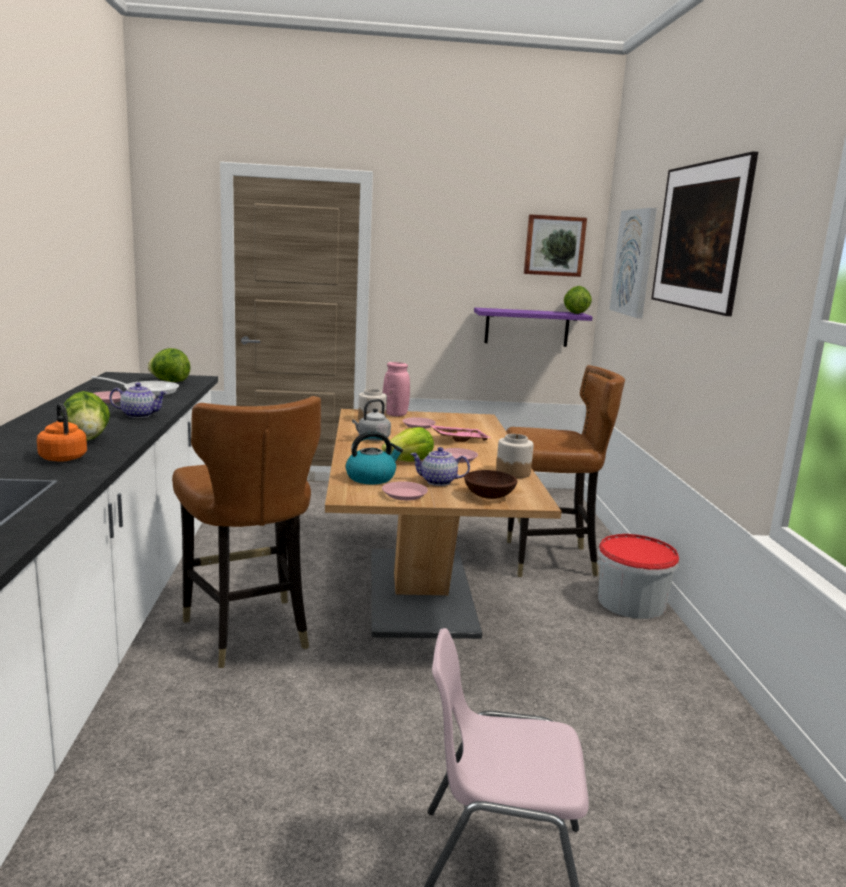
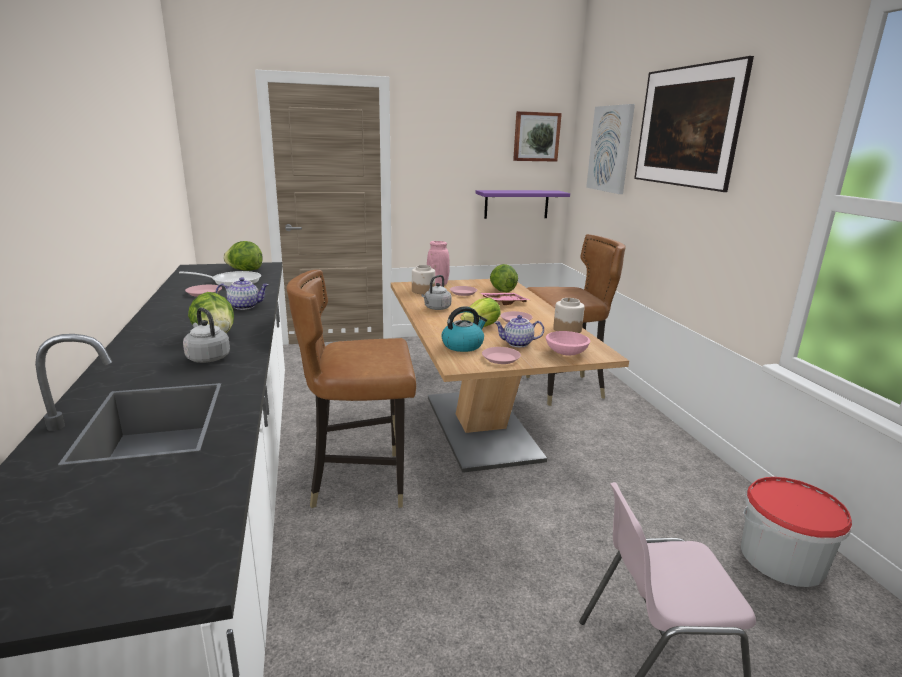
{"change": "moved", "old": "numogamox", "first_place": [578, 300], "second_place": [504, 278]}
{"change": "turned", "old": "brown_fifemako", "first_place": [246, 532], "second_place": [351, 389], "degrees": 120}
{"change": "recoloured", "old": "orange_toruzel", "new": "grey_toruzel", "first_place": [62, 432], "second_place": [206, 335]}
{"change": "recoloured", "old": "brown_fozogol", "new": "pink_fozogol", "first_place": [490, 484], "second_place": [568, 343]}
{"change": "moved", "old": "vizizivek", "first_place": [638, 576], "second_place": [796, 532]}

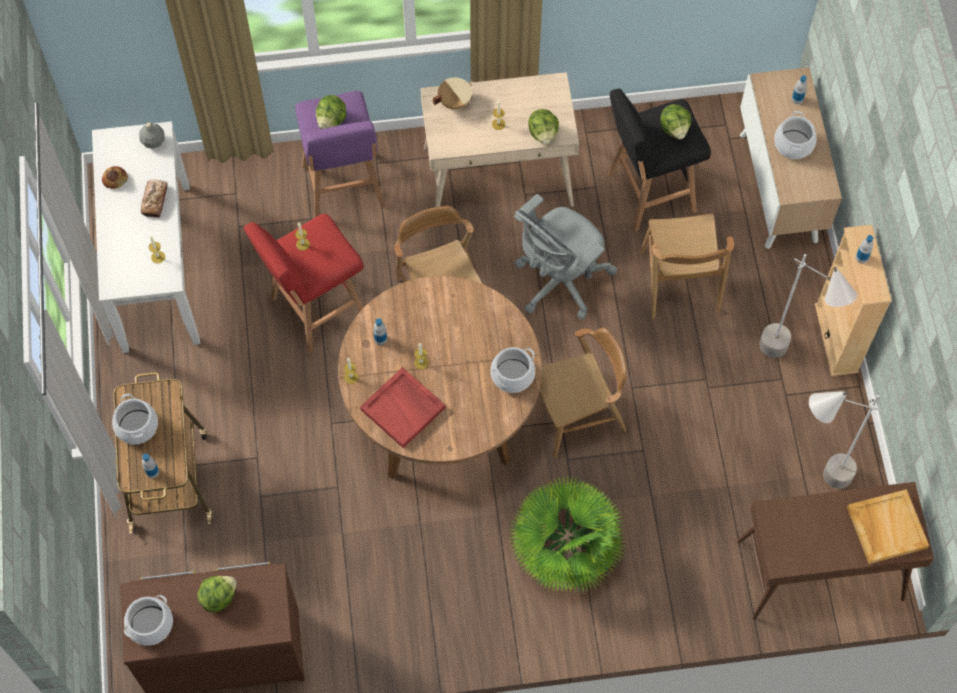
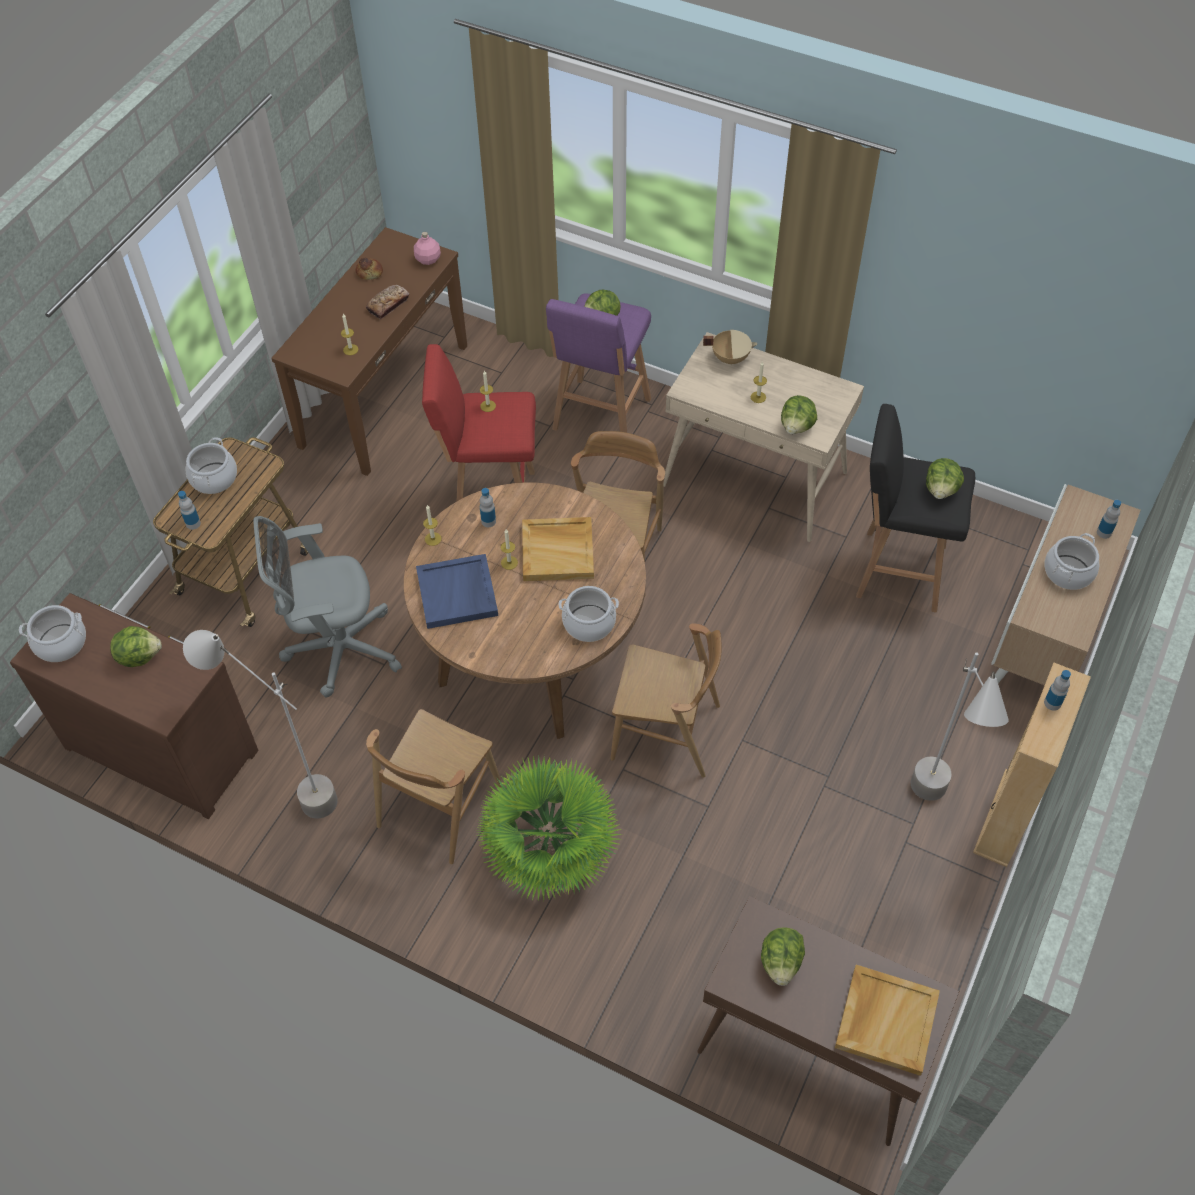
{"change": "recoloured", "old": "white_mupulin", "new": "brown_mupulin", "first_place": [146, 237], "second_place": [369, 351]}
{"change": "recoloured", "old": "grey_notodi", "new": "pink_notodi", "first_place": [152, 135], "second_place": [427, 248]}
{"change": "moved", "old": "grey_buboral", "first_place": [565, 257], "second_place": [328, 607]}
{"change": "moved", "old": "brown_fifemako", "first_place": [687, 266], "second_place": [434, 786]}
{"change": "recoloured", "old": "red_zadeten", "new": "blue_zadeten", "first_place": [402, 407], "second_place": [457, 591]}
{"change": "moved", "old": "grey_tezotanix", "first_place": [848, 440], "second_place": [260, 724]}
{"change": "added", "new": "beige_zadeten", "second_place": [558, 549]}
{"change": "added", "new": "numogamox", "second_place": [783, 956]}

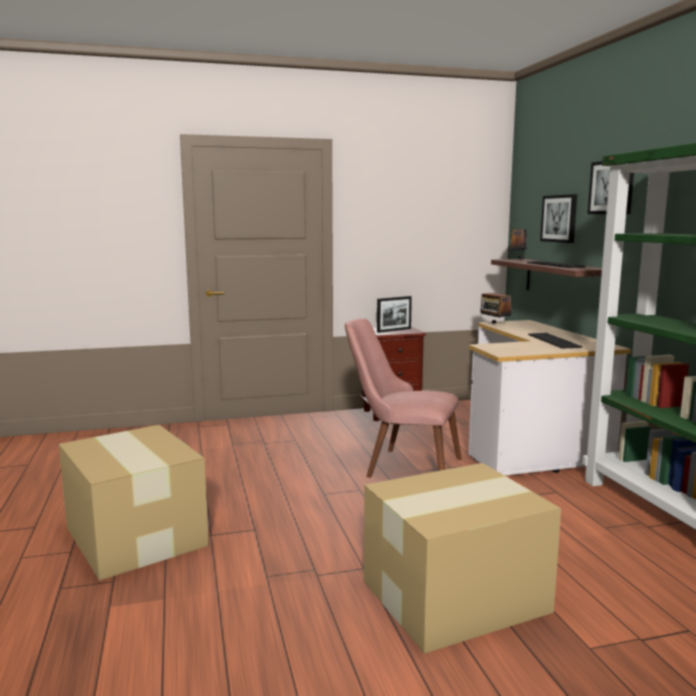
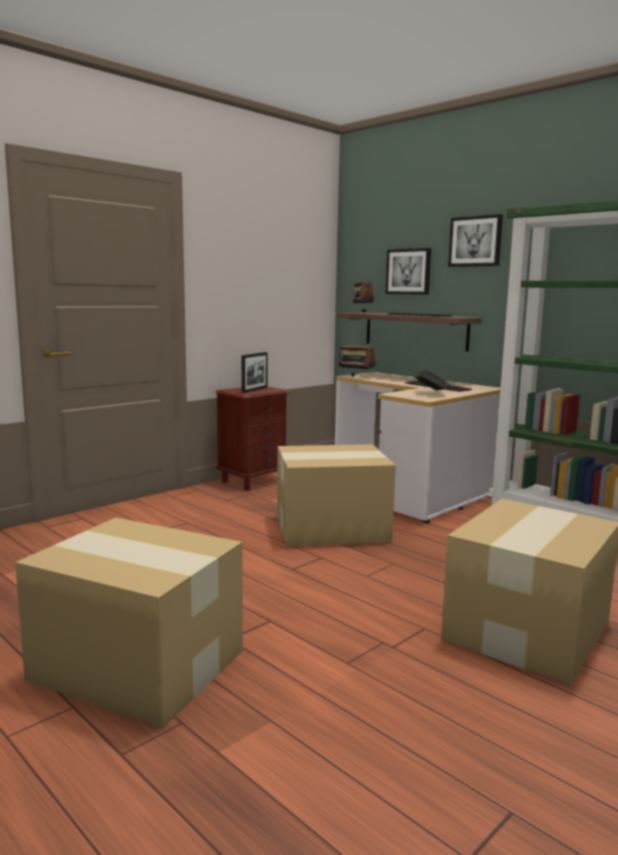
{"change": "replaced", "old": "pink_fifemako", "new": "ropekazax", "first_place": [403, 398], "second_place": [336, 495]}
{"change": "added", "new": "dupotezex", "second_place": [432, 380]}

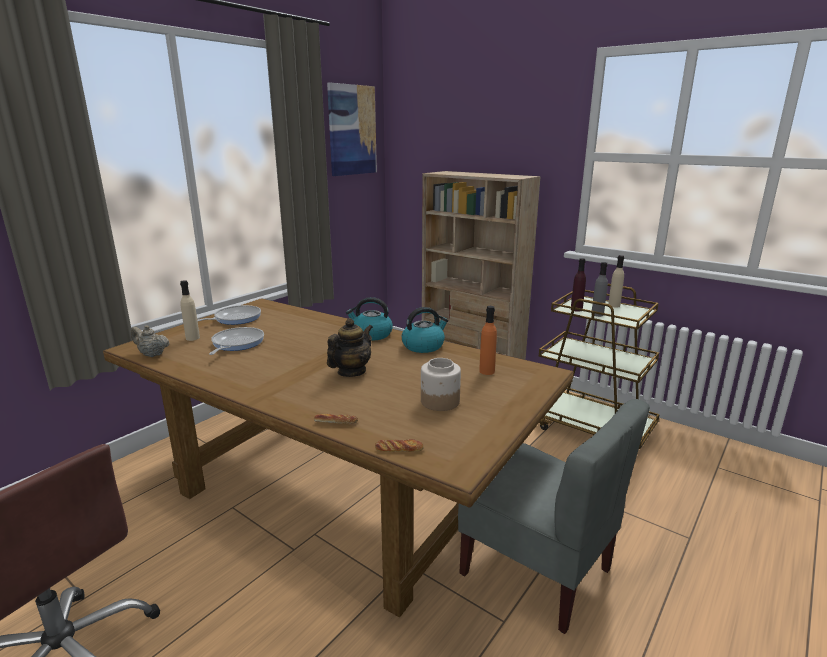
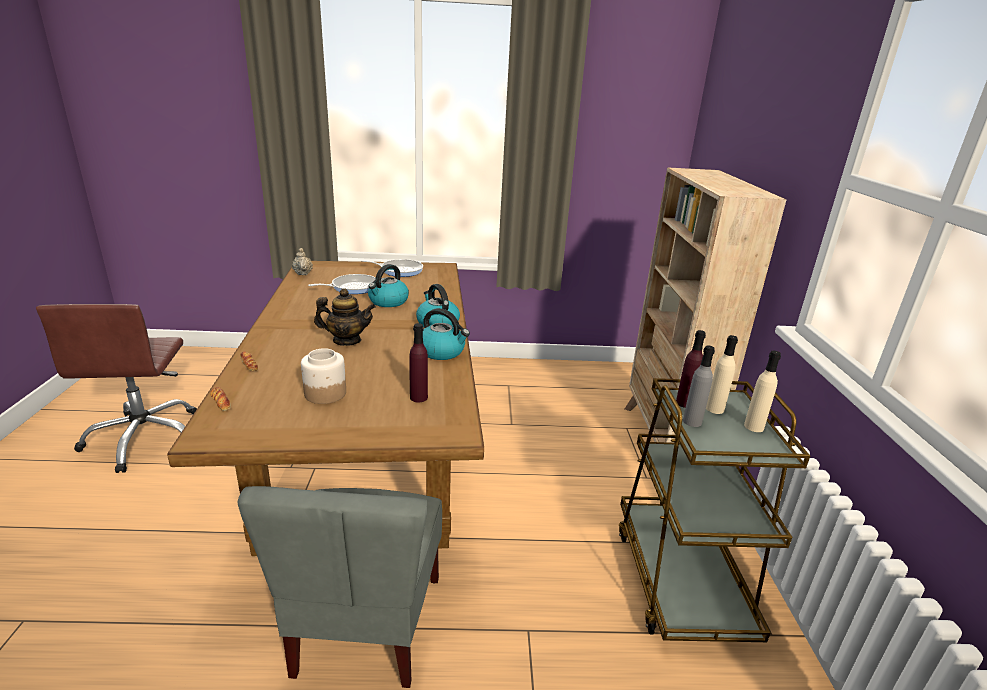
{"change": "removed", "old": "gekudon", "first_place": [352, 129]}
{"change": "moved", "old": "beige_notodi", "first_place": [190, 310], "second_place": [722, 374]}
{"change": "recoloured", "old": "orange_notodi", "new": "purple_notodi", "first_place": [488, 340], "second_place": [418, 362]}
{"change": "added", "new": "toruzel", "second_place": [388, 285]}

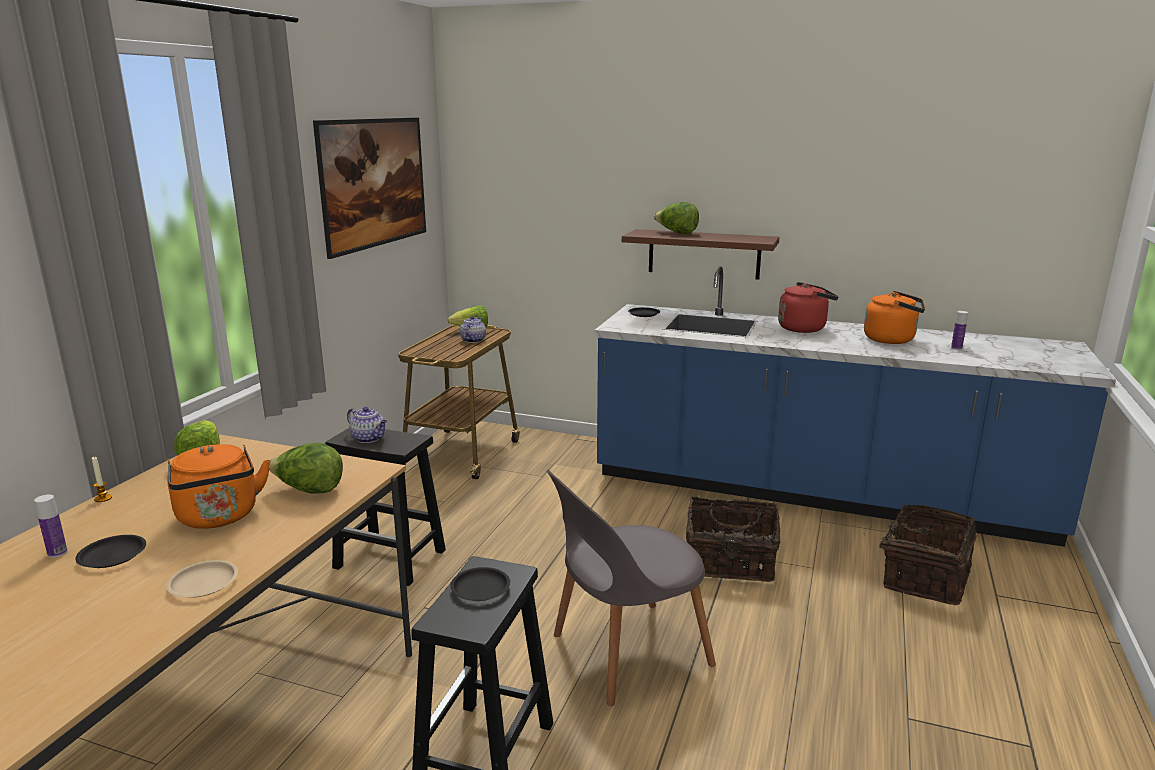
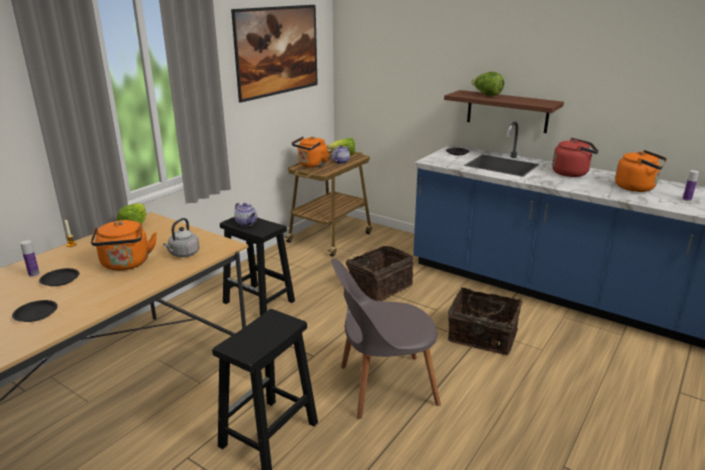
{"change": "replaced", "old": "numogamox", "new": "grey_toruzel", "first_place": [306, 468], "second_place": [181, 237]}
{"change": "moved", "old": "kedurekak", "first_place": [923, 555], "second_place": [379, 273]}
{"change": "removed", "old": "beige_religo", "first_place": [202, 579]}
{"change": "moved", "old": "black_religo", "first_place": [480, 584], "second_place": [35, 311]}
{"change": "added", "new": "orange_toruzel", "second_place": [310, 152]}

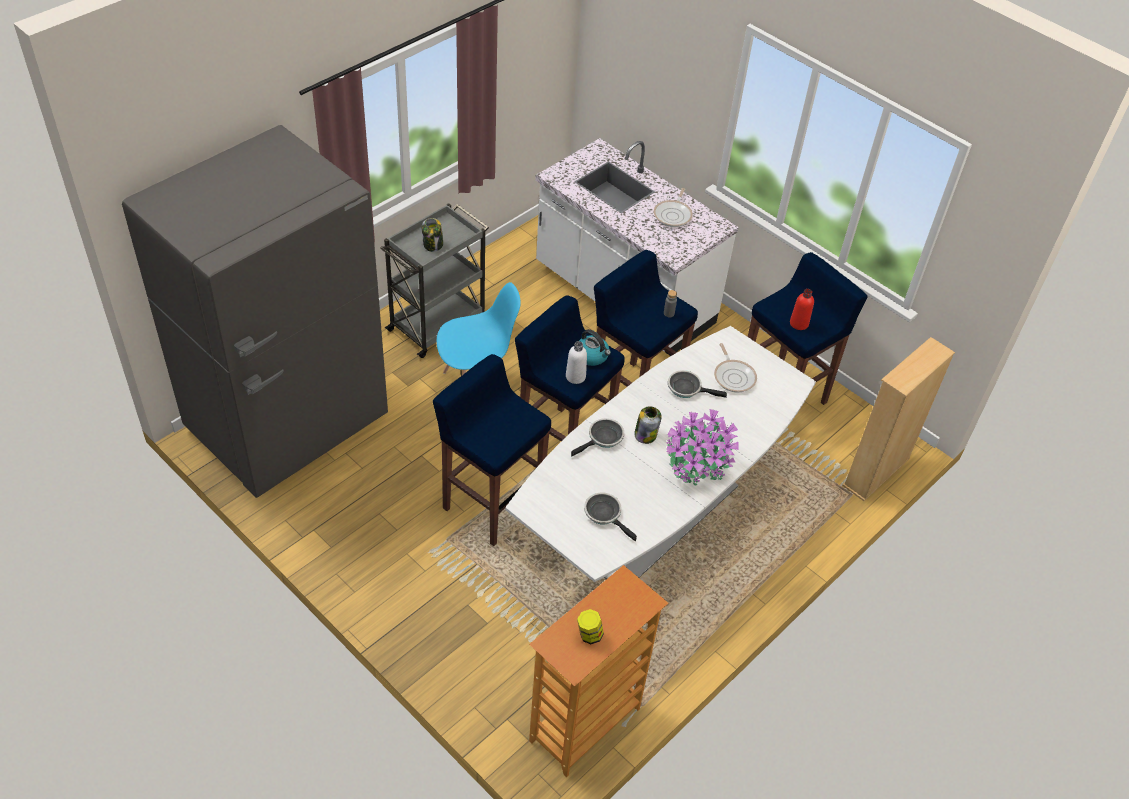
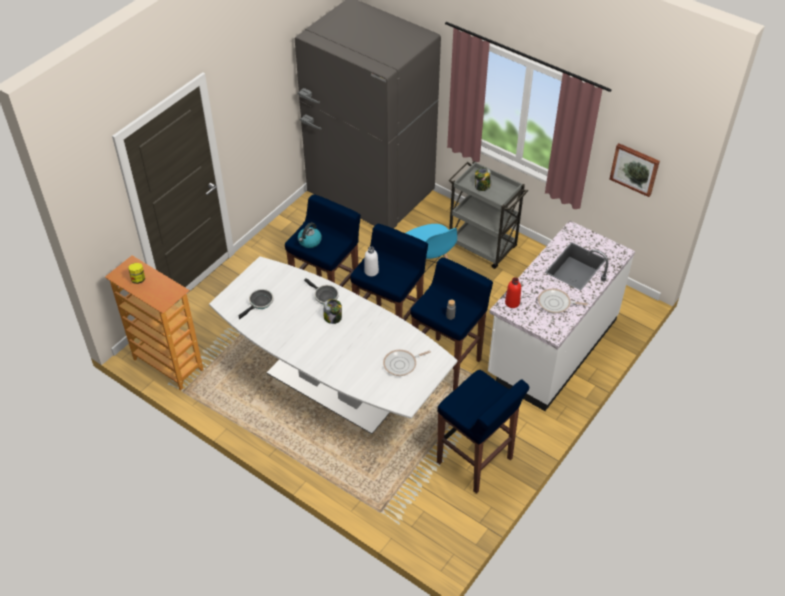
{"change": "moved", "old": "red_notodi", "first_place": [802, 309], "second_place": [513, 292]}
{"change": "moved", "old": "toruzel", "first_place": [595, 347], "second_place": [310, 235]}
{"change": "removed", "old": "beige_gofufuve", "first_place": [898, 419]}
{"change": "removed", "old": "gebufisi", "first_place": [697, 384]}
{"change": "removed", "old": "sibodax", "first_place": [702, 447]}
{"change": "added", "new": "gekudon", "second_place": [634, 170]}

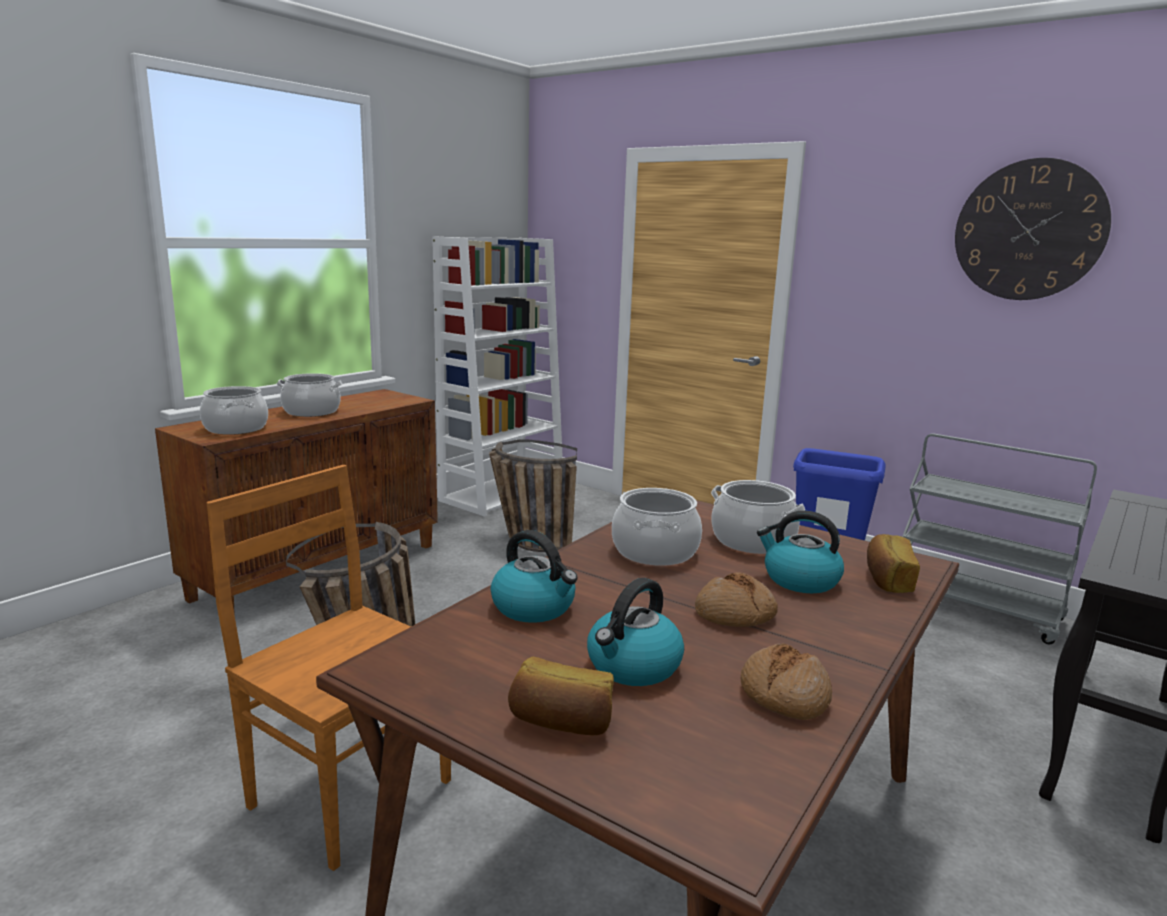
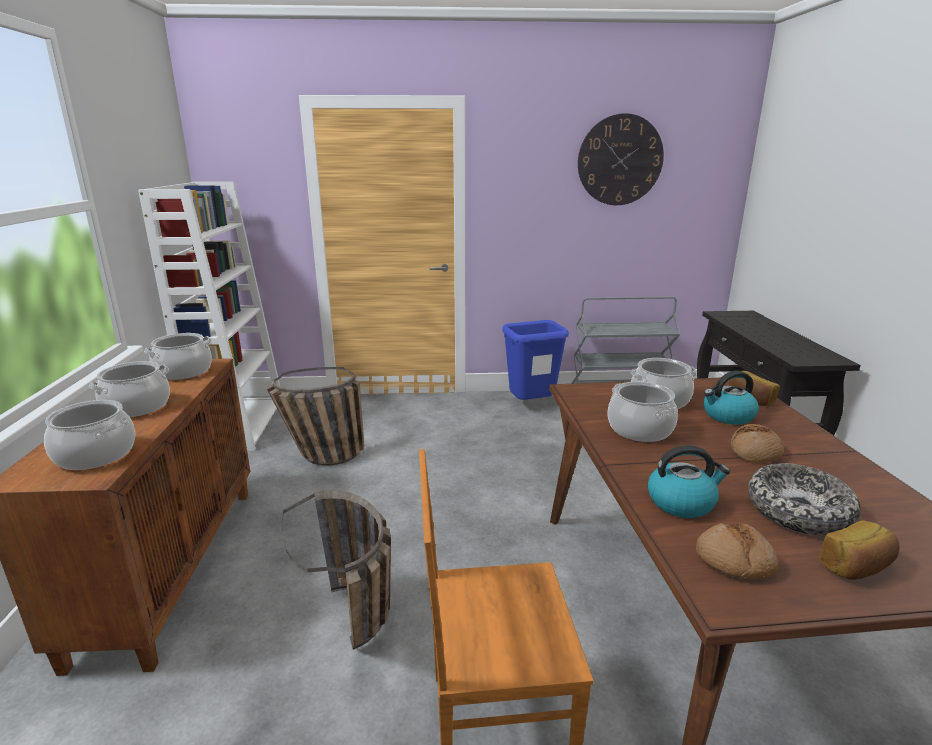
{"change": "replaced", "old": "toruzel", "new": "fozogol", "first_place": [635, 632], "second_place": [804, 499]}
{"change": "moved", "old": "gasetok", "first_place": [786, 681], "second_place": [737, 551]}
{"change": "added", "new": "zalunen", "second_place": [178, 356]}

